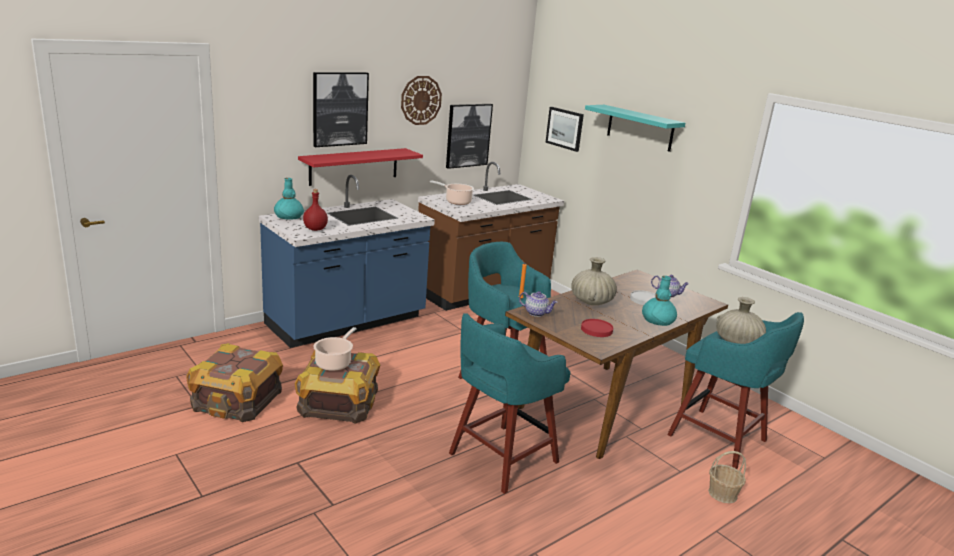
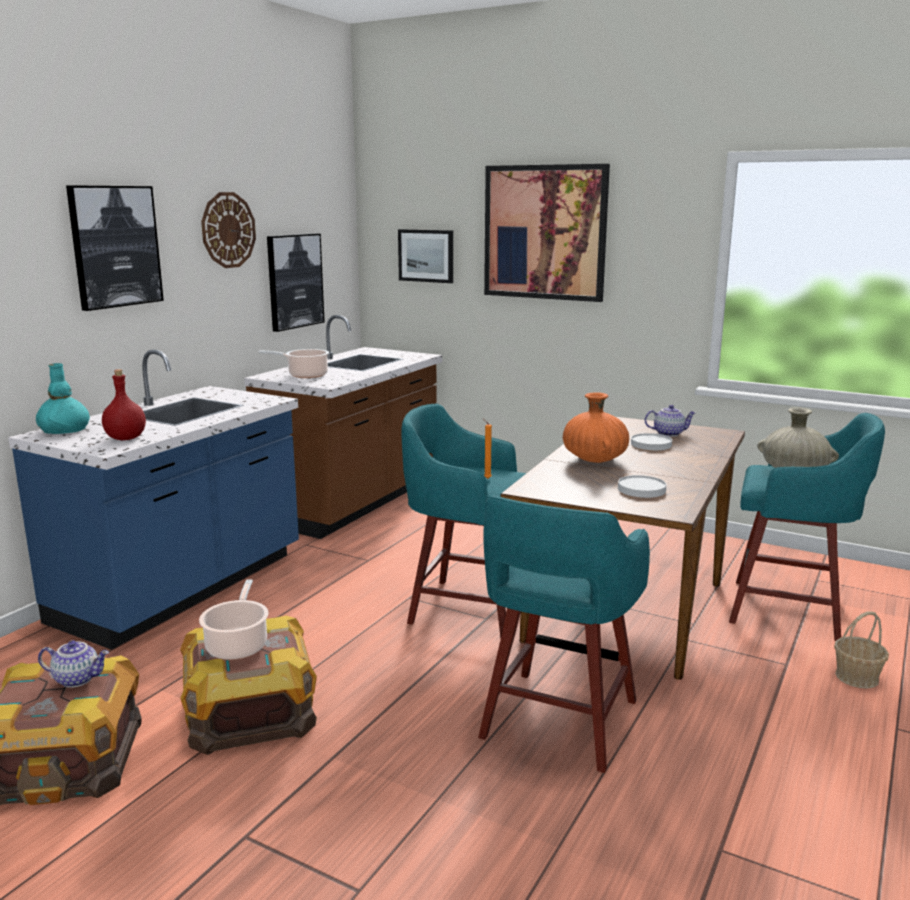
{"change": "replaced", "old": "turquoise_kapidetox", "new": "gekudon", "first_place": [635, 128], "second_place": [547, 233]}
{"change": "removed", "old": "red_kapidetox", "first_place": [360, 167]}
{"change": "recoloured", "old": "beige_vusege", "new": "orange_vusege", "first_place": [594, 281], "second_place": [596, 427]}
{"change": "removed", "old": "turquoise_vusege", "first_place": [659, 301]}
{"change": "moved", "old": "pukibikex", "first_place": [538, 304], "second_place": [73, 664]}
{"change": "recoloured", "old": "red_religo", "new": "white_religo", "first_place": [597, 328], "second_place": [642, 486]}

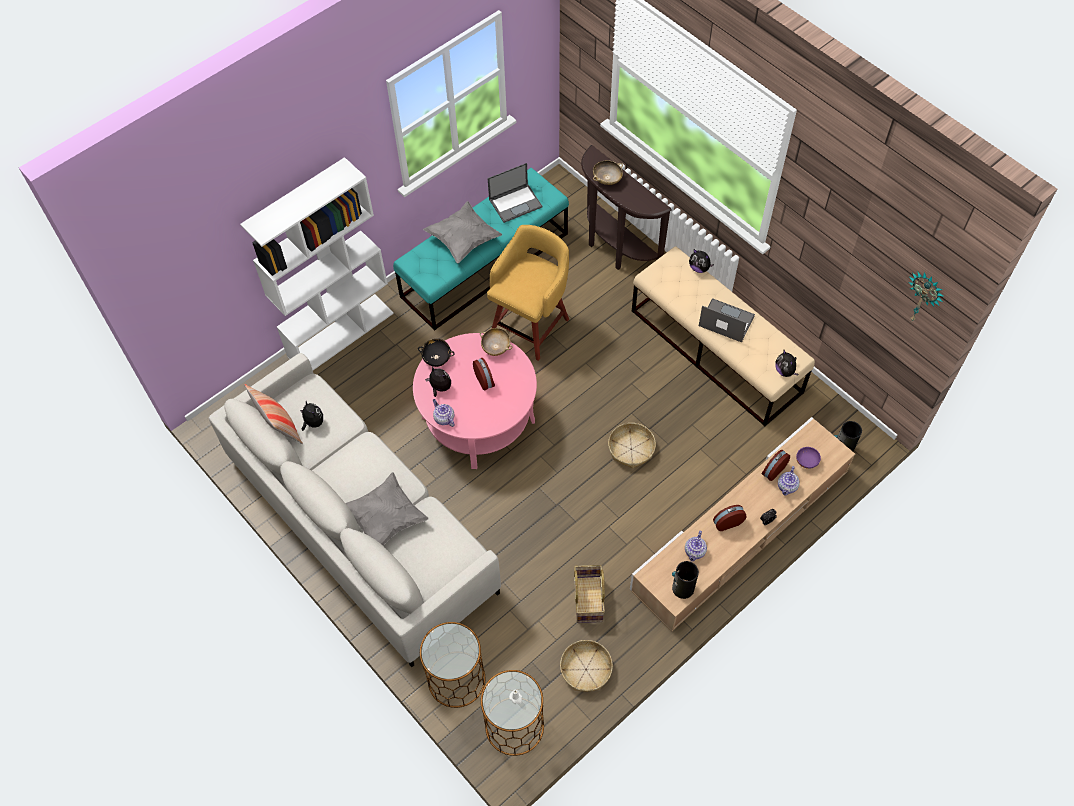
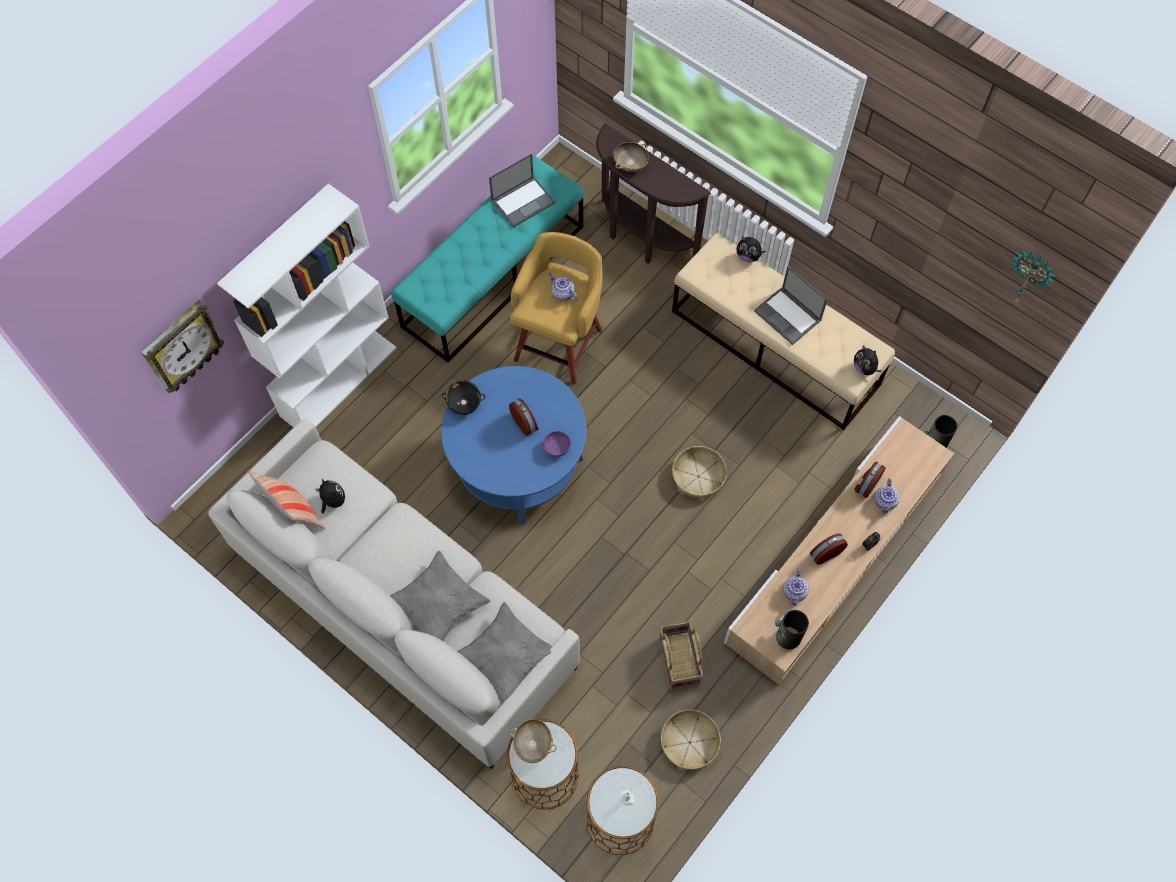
{"change": "moved", "old": "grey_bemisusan", "first_place": [462, 232], "second_place": [504, 652]}
{"change": "turned", "old": "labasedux", "first_place": [727, 320], "second_place": [790, 305], "degrees": -150}
{"change": "moved", "old": "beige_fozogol", "first_place": [496, 342], "second_place": [533, 741]}
{"change": "recoloured", "old": "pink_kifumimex", "new": "blue_kifumimex", "first_place": [475, 401], "second_place": [513, 445]}
{"change": "removed", "old": "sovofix", "first_place": [438, 381]}
{"change": "moved", "old": "pukibikex", "first_place": [444, 413], "second_place": [563, 287]}
{"change": "moved", "old": "purple_fozogol", "first_place": [808, 458], "second_place": [557, 444]}
{"change": "added", "new": "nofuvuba", "second_place": [183, 346]}

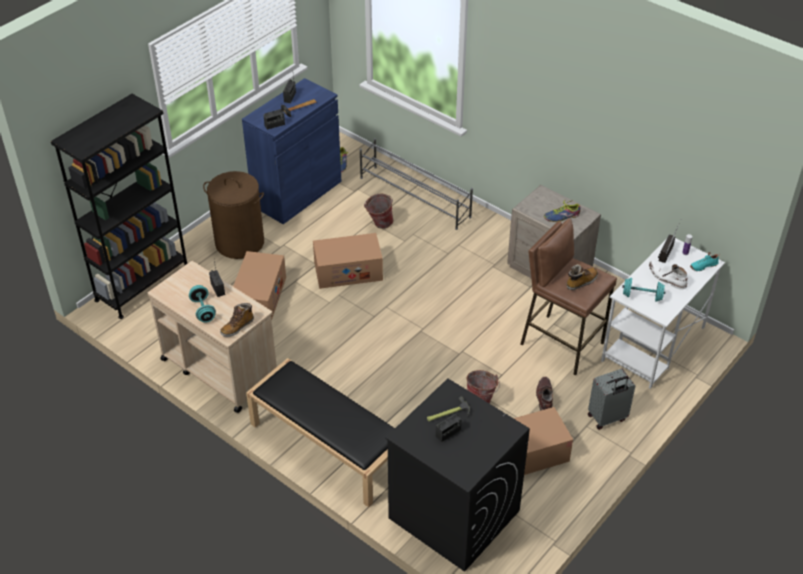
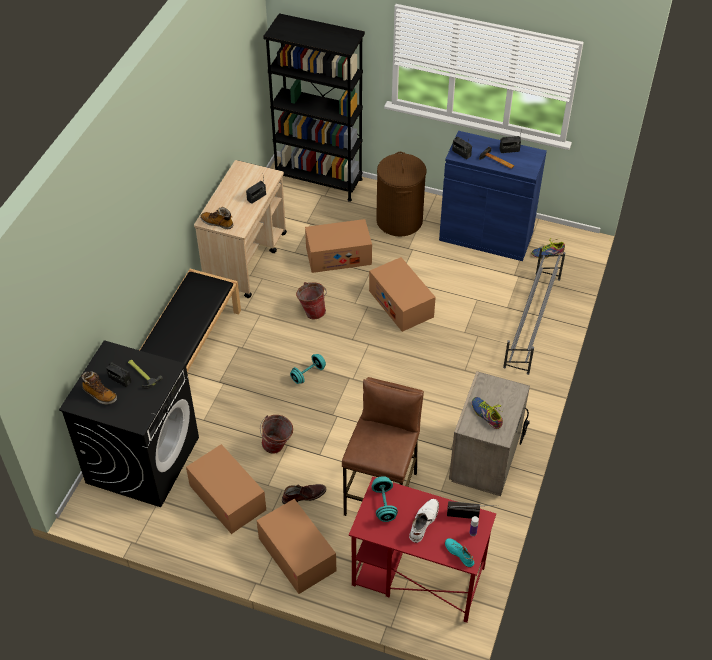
{"change": "moved", "old": "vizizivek", "first_place": [378, 211], "second_place": [311, 300]}
{"change": "recoloured", "old": "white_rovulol", "new": "red_rovulol", "first_place": [663, 313], "second_place": [422, 550]}
{"change": "moved", "old": "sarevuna", "first_place": [582, 277], "second_place": [99, 387]}
{"change": "moved", "old": "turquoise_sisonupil", "first_place": [202, 304], "second_place": [308, 369]}
{"change": "replaced", "old": "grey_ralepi", "new": "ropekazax", "first_place": [611, 399], "second_place": [296, 546]}

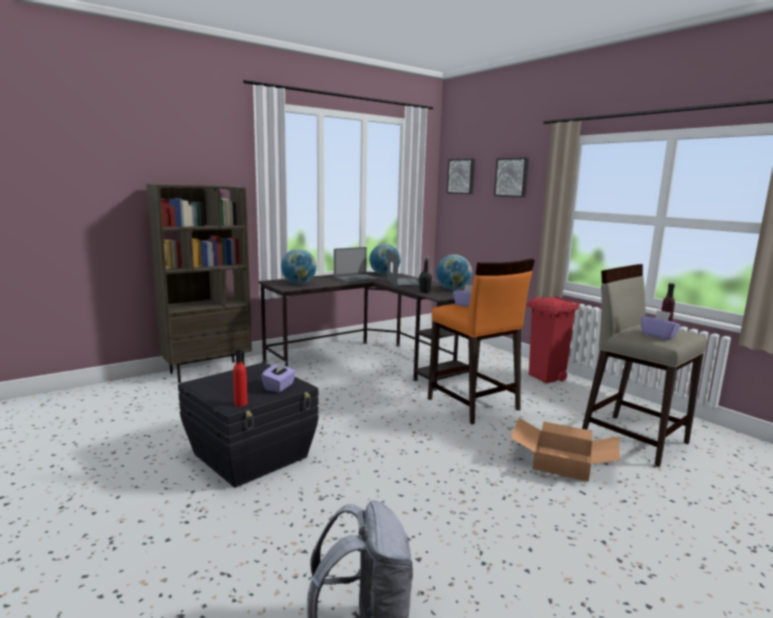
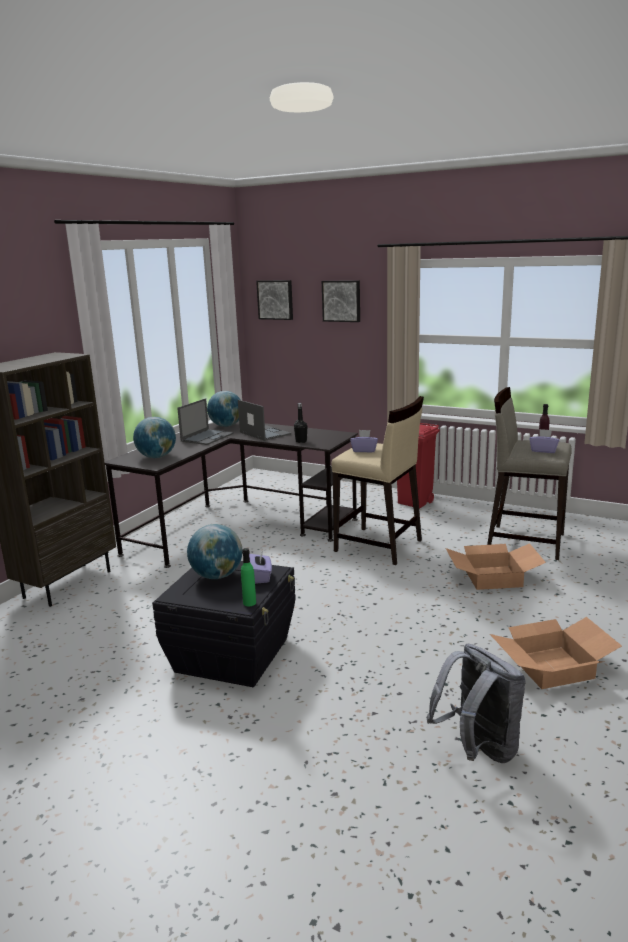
{"change": "moved", "old": "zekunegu", "first_place": [454, 272], "second_place": [214, 551]}
{"change": "recoloured", "old": "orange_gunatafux", "new": "beige_gunatafux", "first_place": [481, 341], "second_place": [377, 480]}
{"change": "recoloured", "old": "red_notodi", "new": "green_notodi", "first_place": [240, 377], "second_place": [248, 577]}
{"change": "added", "new": "ropekazax", "second_place": [556, 653]}

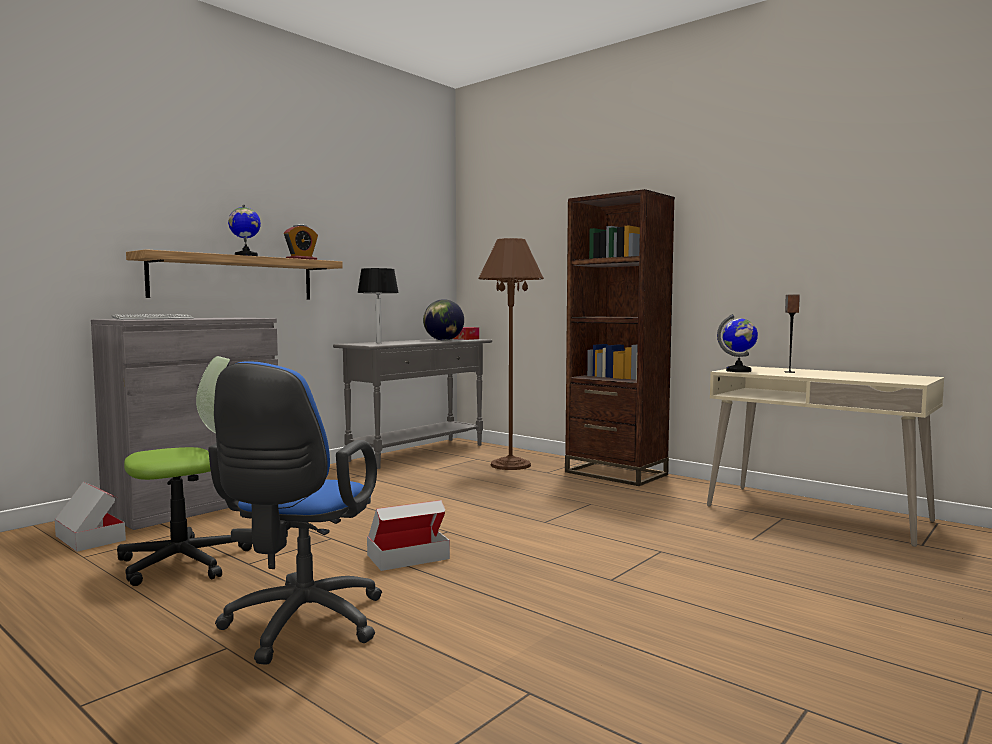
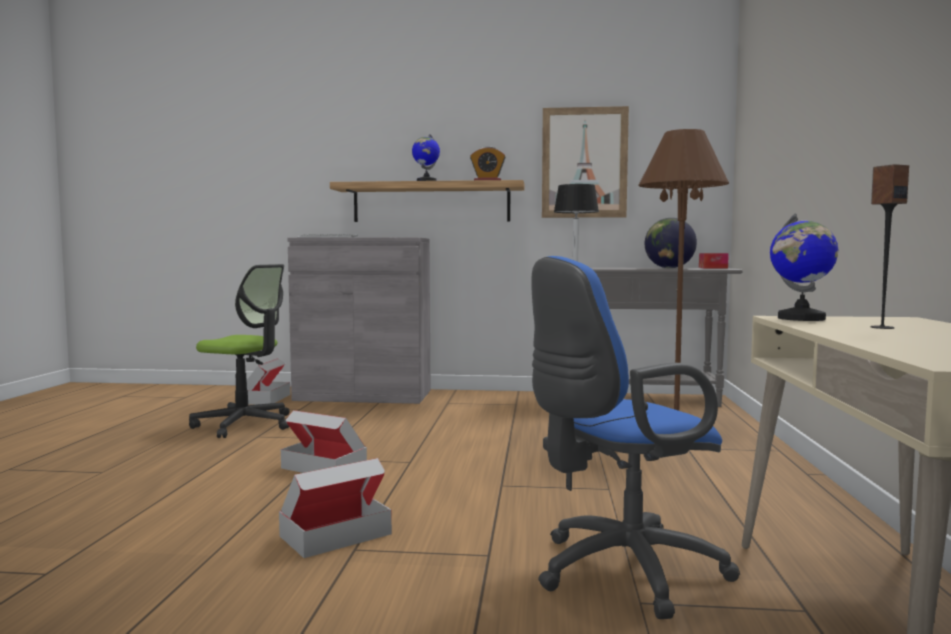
{"change": "removed", "old": "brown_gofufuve", "first_place": [620, 337]}
{"change": "moved", "old": "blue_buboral", "first_place": [295, 513], "second_place": [636, 437]}
{"change": "added", "new": "gekudon", "second_place": [585, 162]}
{"change": "added", "new": "ropekazax", "second_place": [335, 508]}

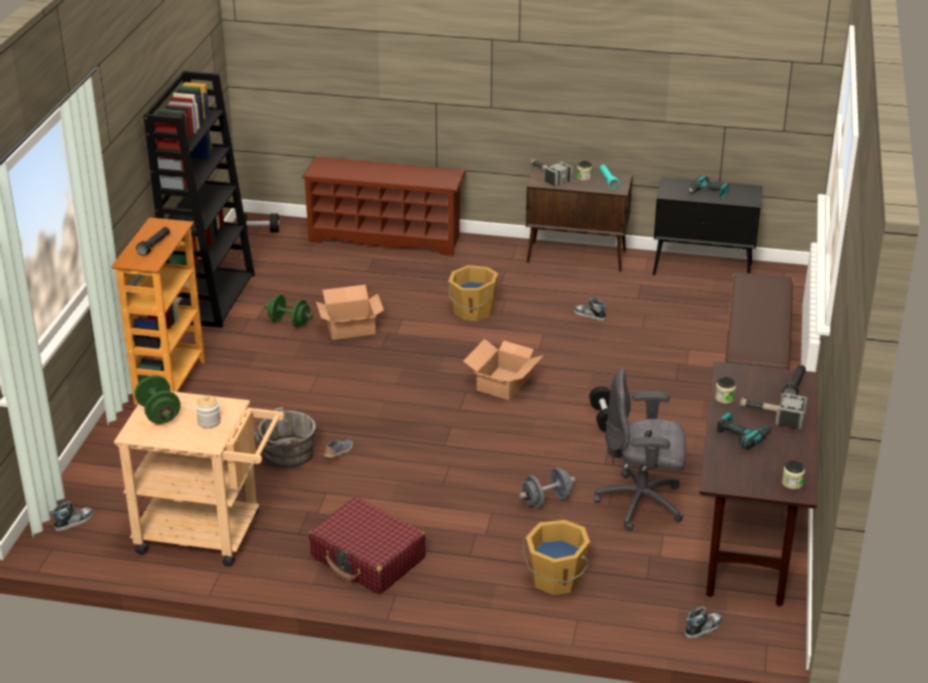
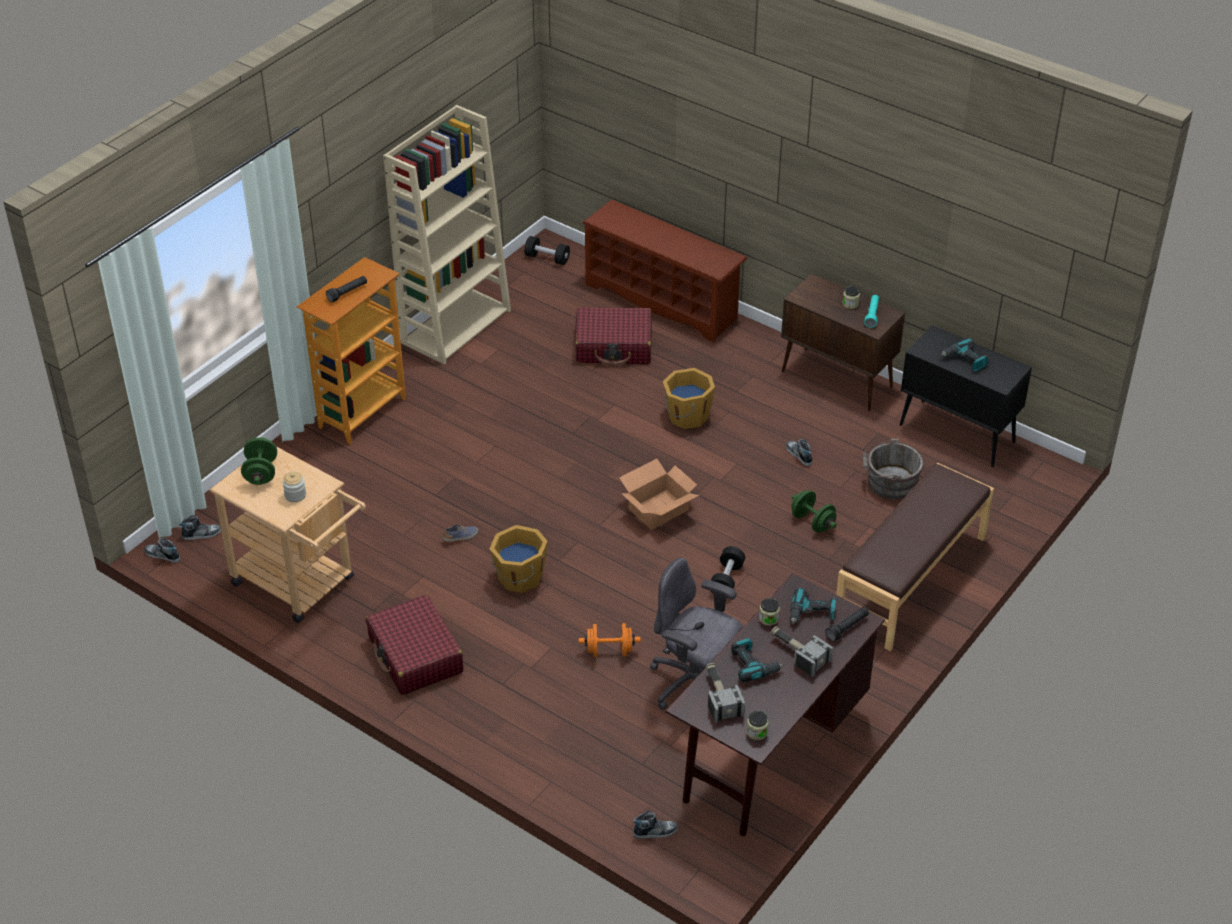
{"change": "recoloured", "old": "black_gofufuve", "new": "beige_gofufuve", "first_place": [199, 199], "second_place": [447, 234]}
{"change": "moved", "old": "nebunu", "first_place": [551, 172], "second_place": [725, 693]}
{"change": "removed", "old": "ropekazax", "first_place": [350, 312]}
{"change": "moved", "old": "green_sisonupil", "first_place": [289, 311], "second_place": [814, 511]}
{"change": "moved", "old": "grey_vizizivek", "first_place": [284, 437], "second_place": [892, 469]}
{"change": "recoloured", "old": "grey_sisonupil", "new": "orange_sisonupil", "first_place": [547, 487], "second_place": [609, 640]}
{"change": "moved", "old": "orange_vizizivek", "first_place": [556, 557], "second_place": [519, 559]}
{"change": "added", "new": "red_ralepi", "second_place": [613, 336]}
{"change": "added", "new": "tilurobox", "second_place": [162, 550]}
{"change": "added", "new": "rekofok", "second_place": [813, 606]}

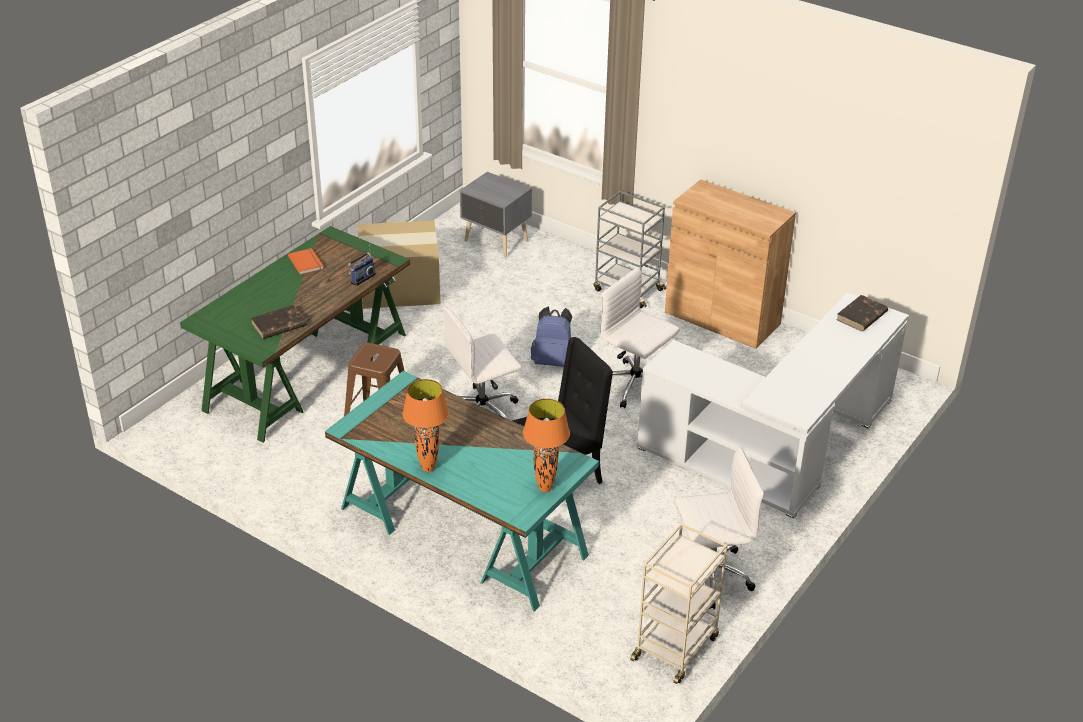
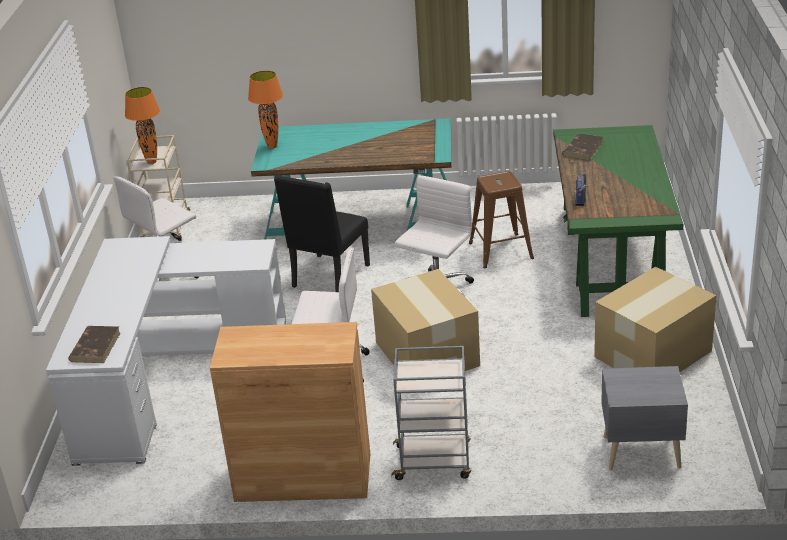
{"change": "removed", "old": "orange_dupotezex", "first_place": [306, 261]}
{"change": "replaced", "old": "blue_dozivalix", "new": "ropekazax", "first_place": [551, 336], "second_place": [425, 320]}
{"change": "moved", "old": "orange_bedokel", "first_place": [426, 425], "second_place": [142, 125]}

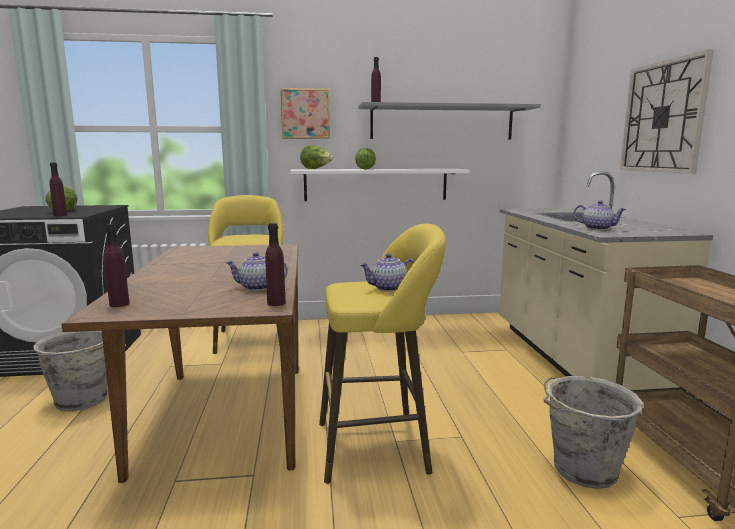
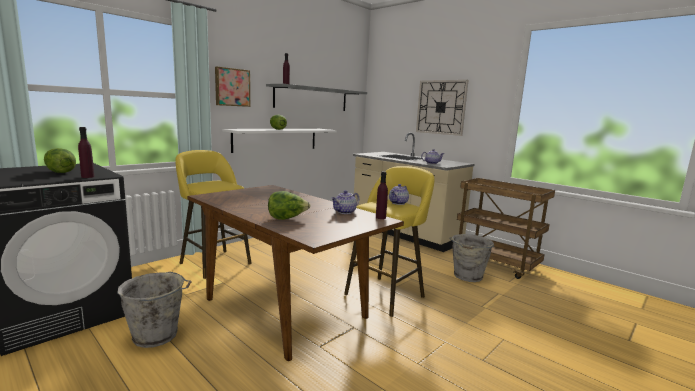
{"change": "moved", "old": "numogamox", "first_place": [316, 157], "second_place": [289, 205]}
{"change": "removed", "old": "purple_notodi", "first_place": [117, 265]}

